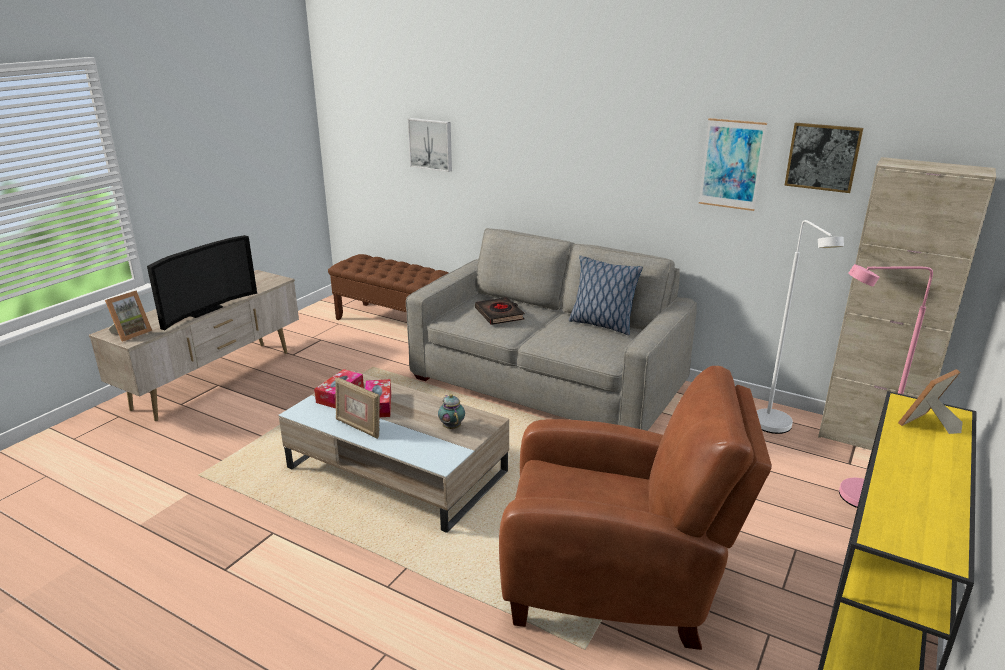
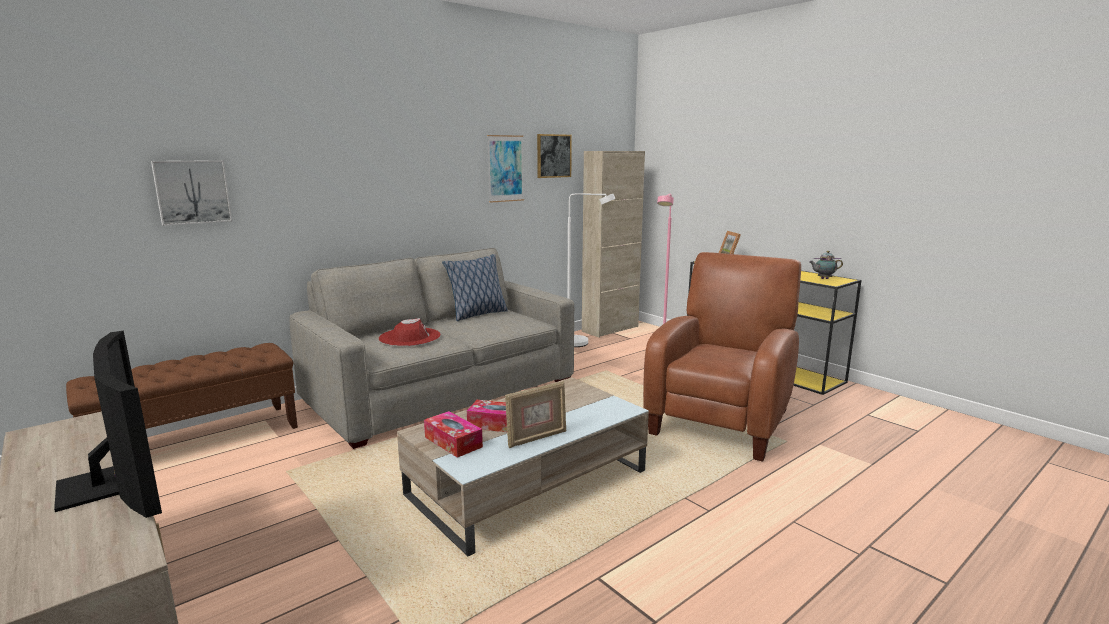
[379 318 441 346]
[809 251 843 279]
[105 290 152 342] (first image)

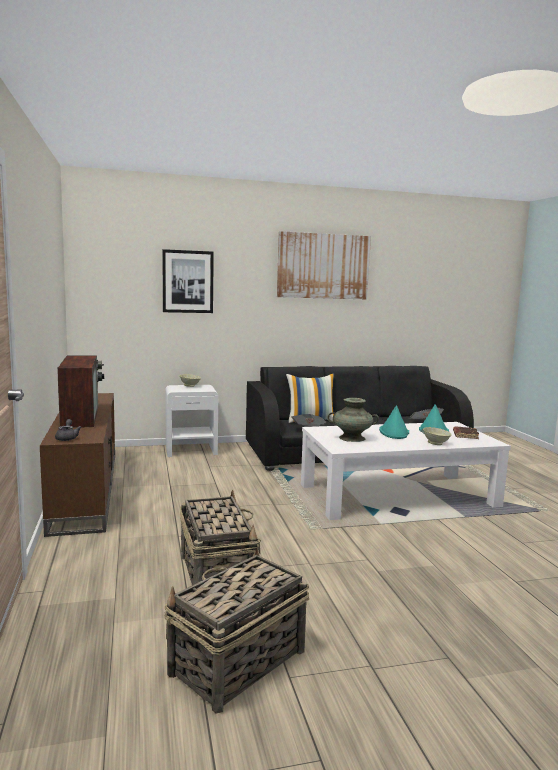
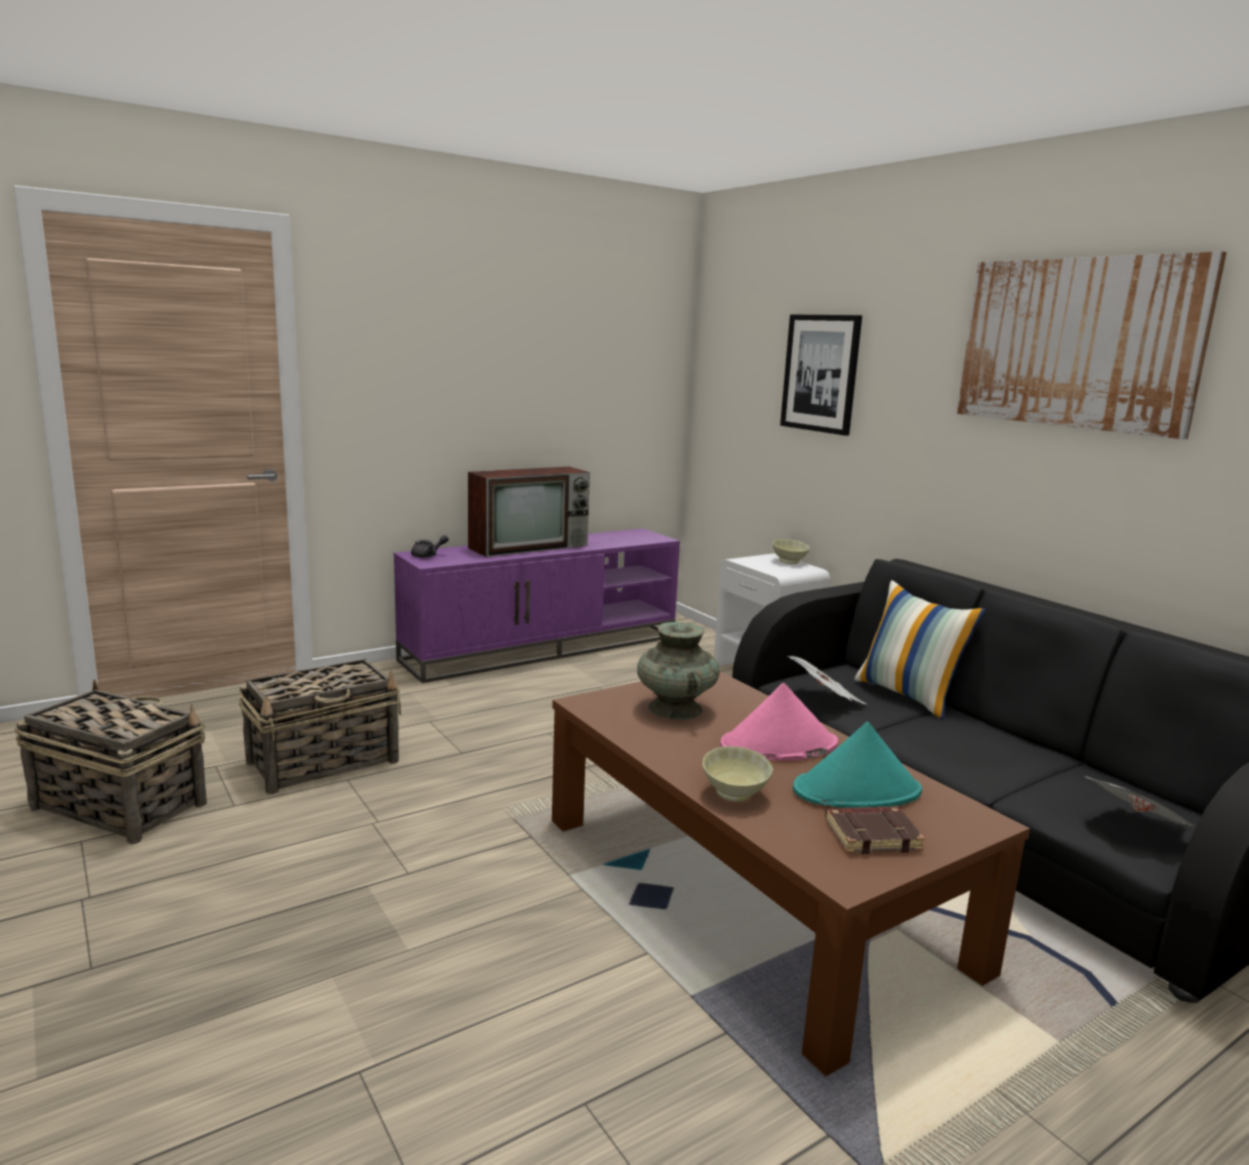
[394 528 680 683]
[552 671 1030 1076]
[720 683 838 761]

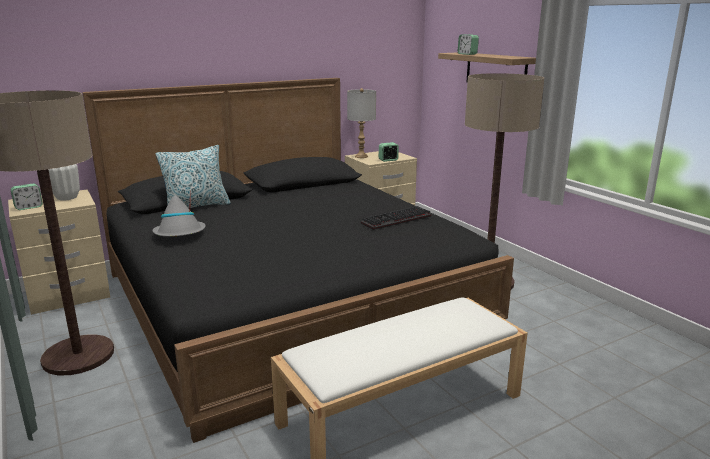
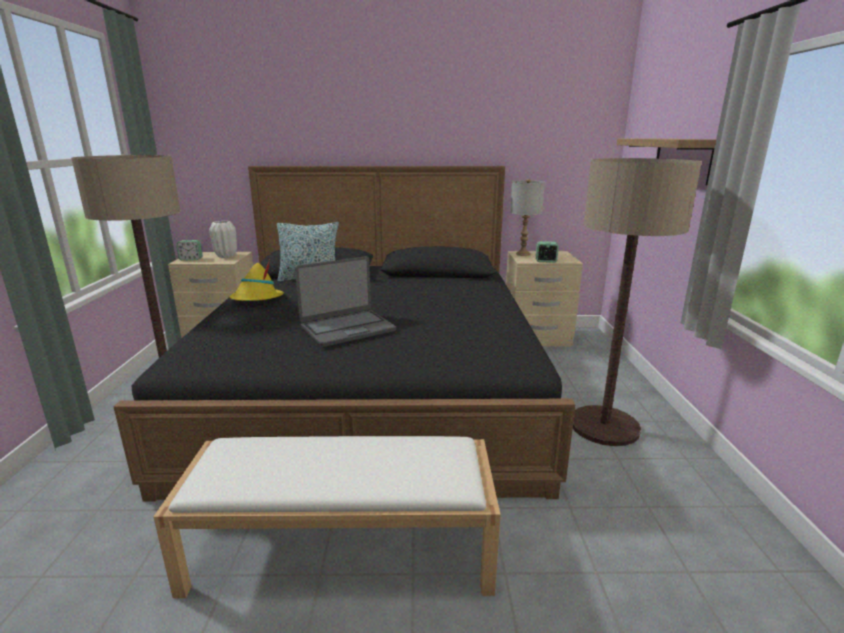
[230 260 284 301]
[295 256 396 347]
[361 206 431 230] (first image)
[458 34 479 55] (first image)

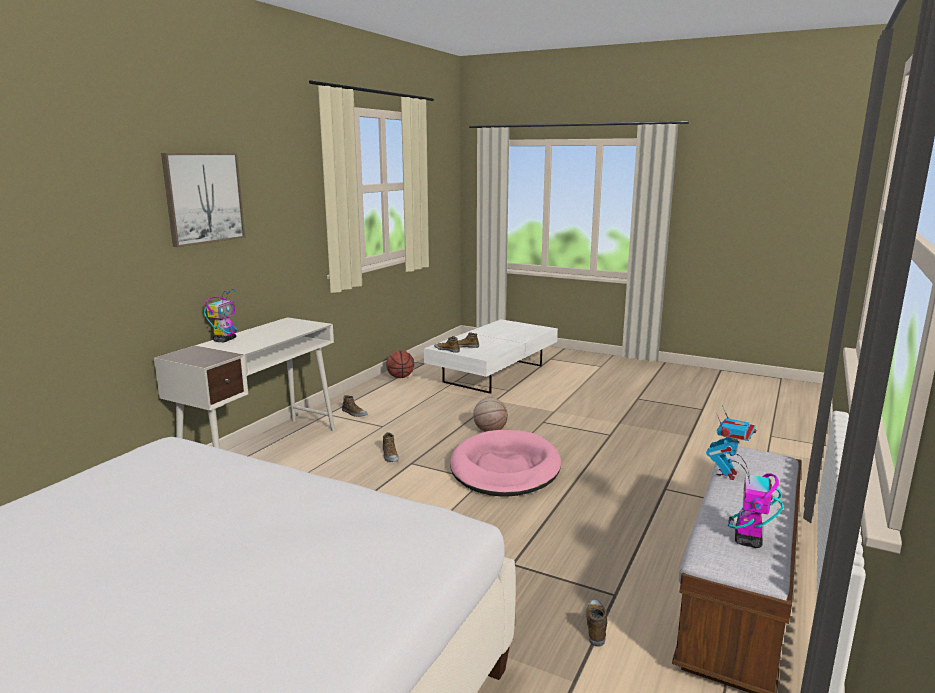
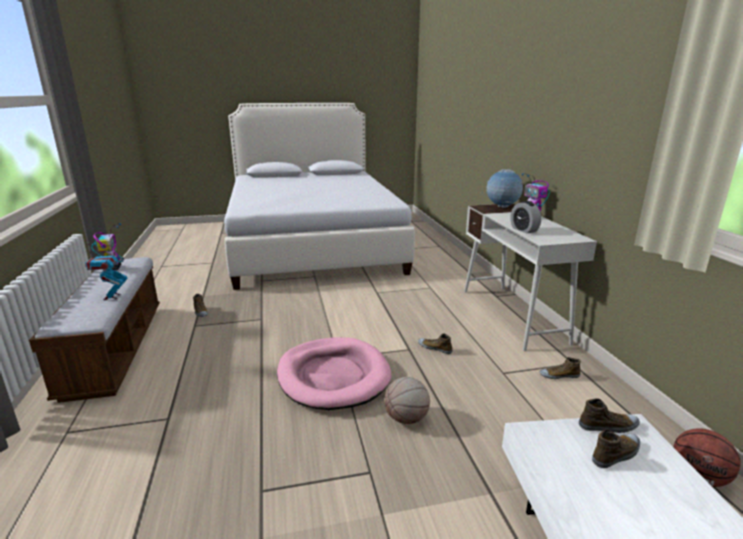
[486 169 523 208]
[510 201 541 233]
[161 153 245 247] (first image)

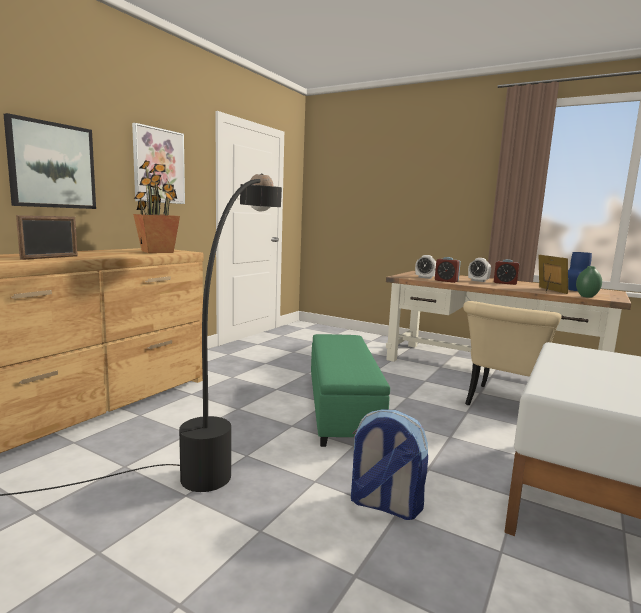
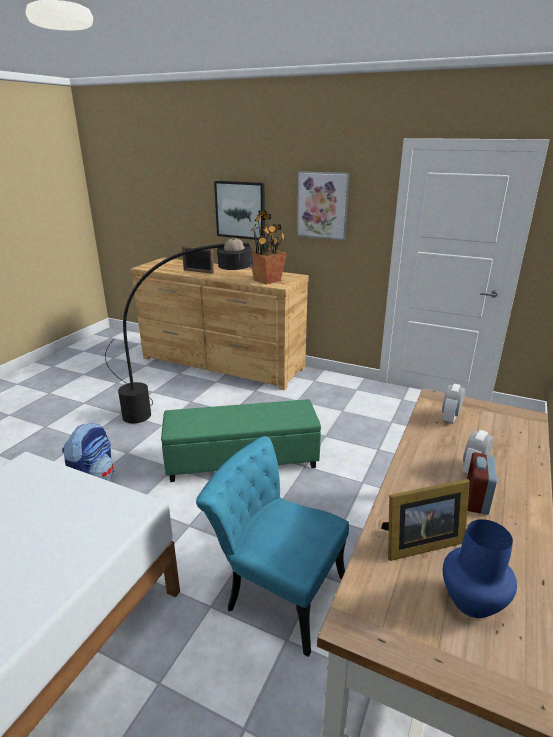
[196 436 349 657]
[435 257 461 283] (first image)
[576 266 602 298] (first image)

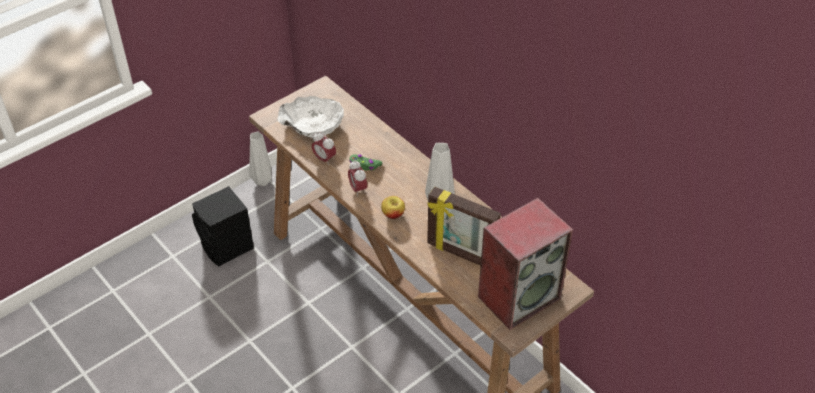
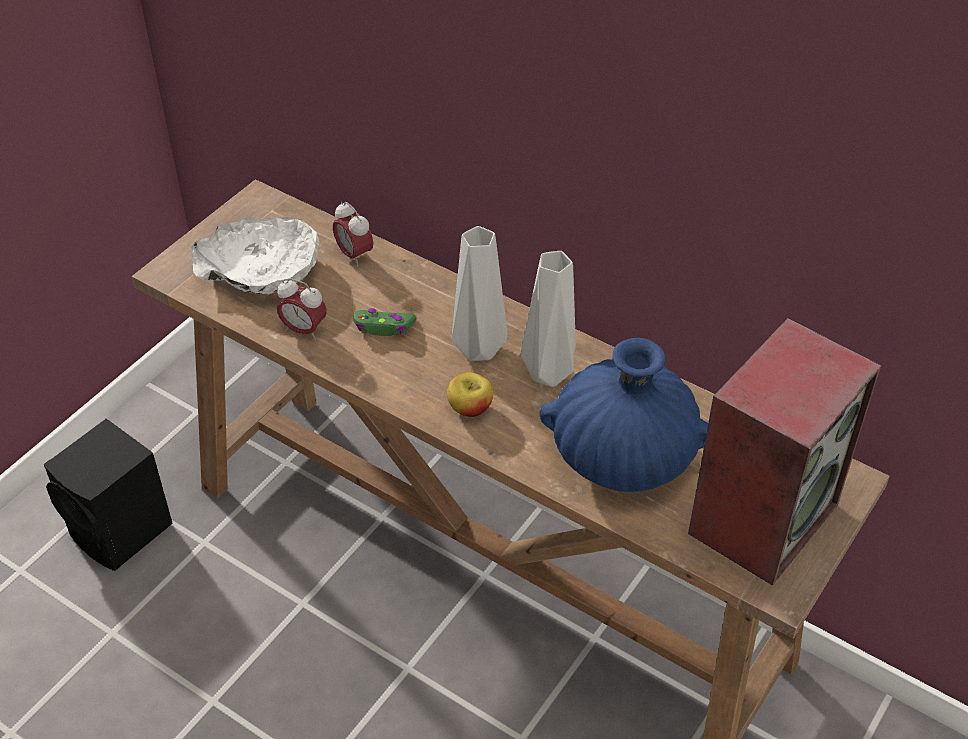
[333 202 373 266]
[452 226 508 361]
[539 338 708 492]

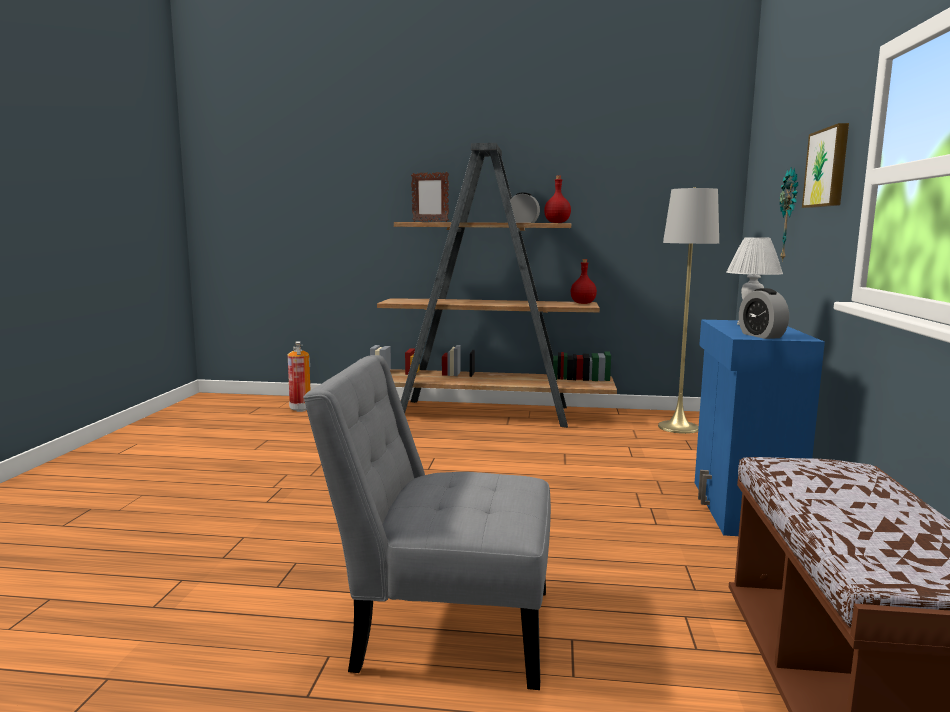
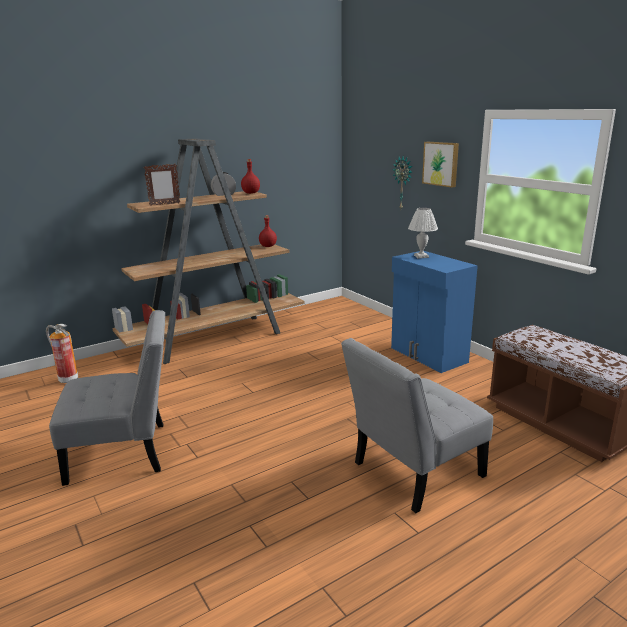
[49 310 165 486]
[658 187 719 434] (first image)
[739 288 789 339] (first image)

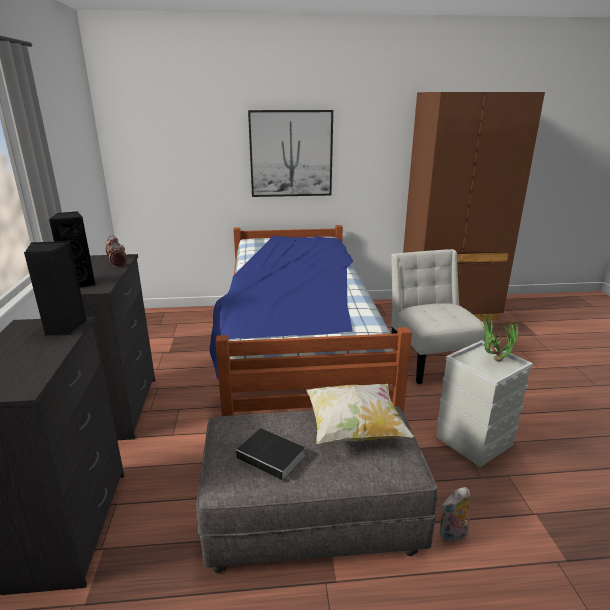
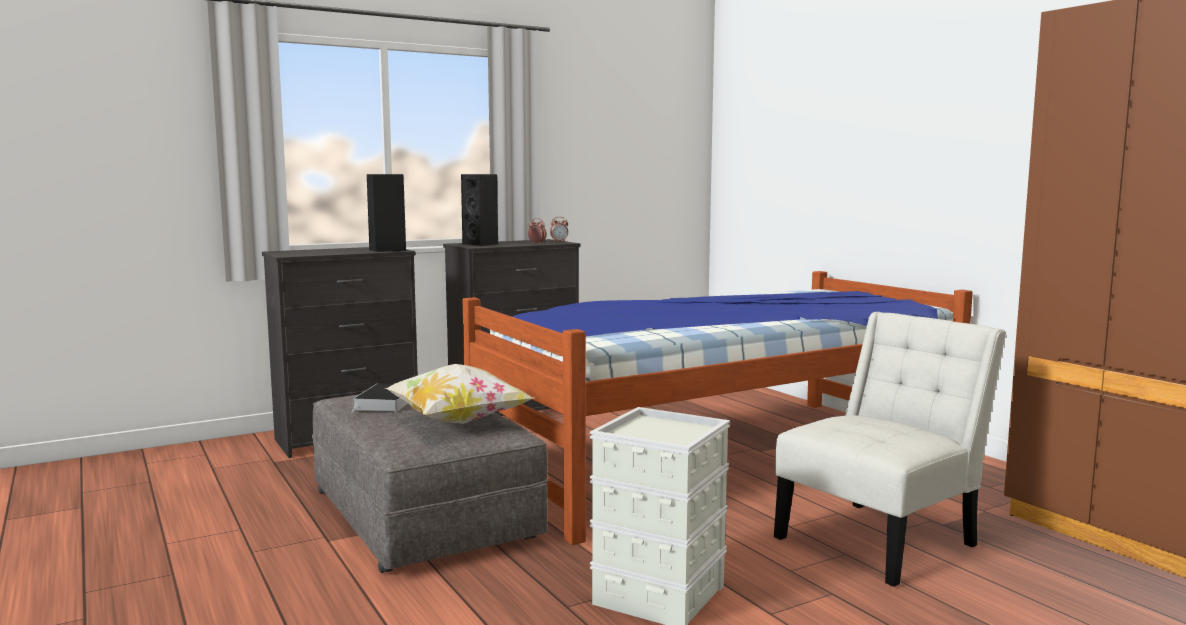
[248 110 333 197] (first image)
[439 487 471 542] (first image)
[480 314 520 362] (first image)

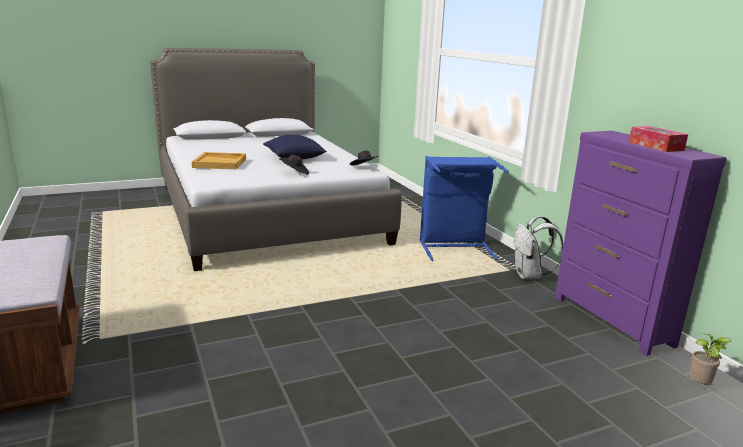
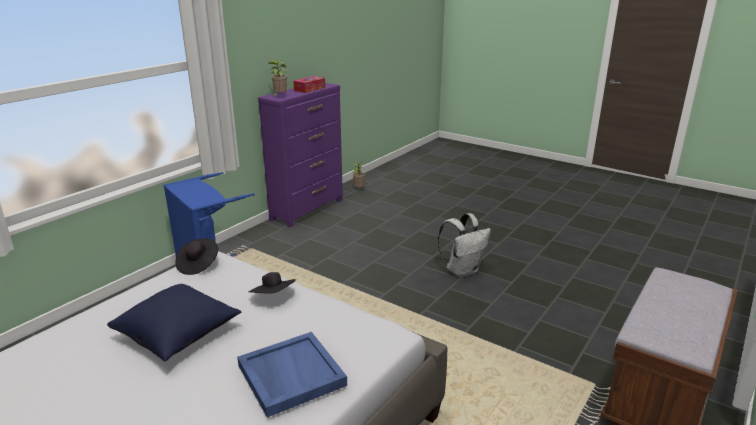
[237 332 347 418]
[268 60 287 97]
[437 213 491 278]

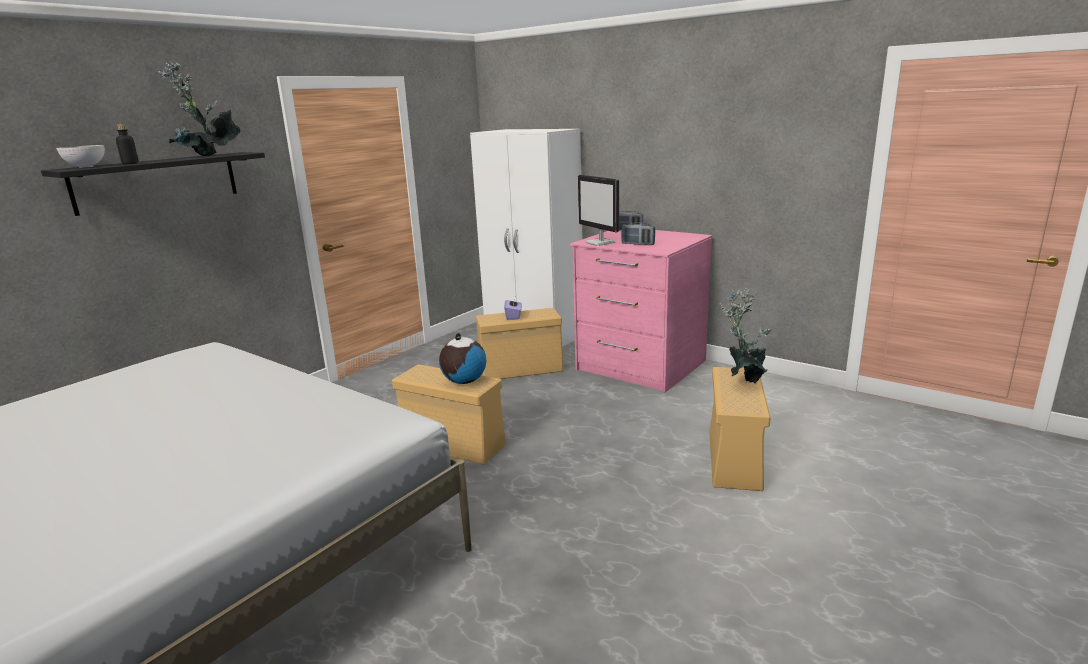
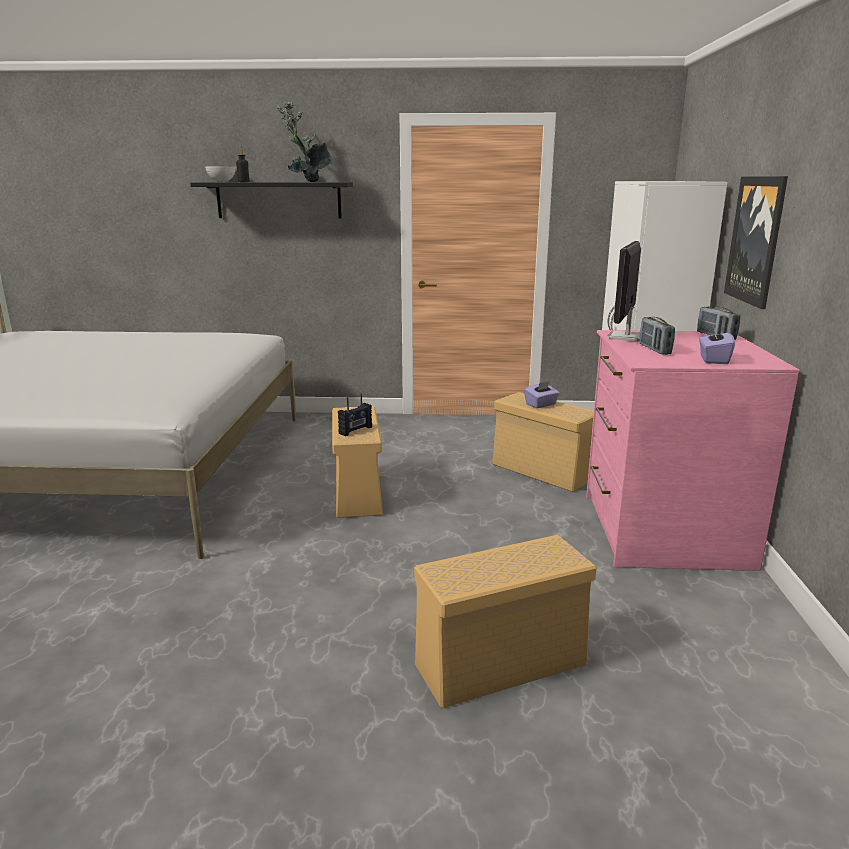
[338 393 372 436]
[699 326 735 364]
[724 176 788 309]
[720 288 771 383] (first image)

